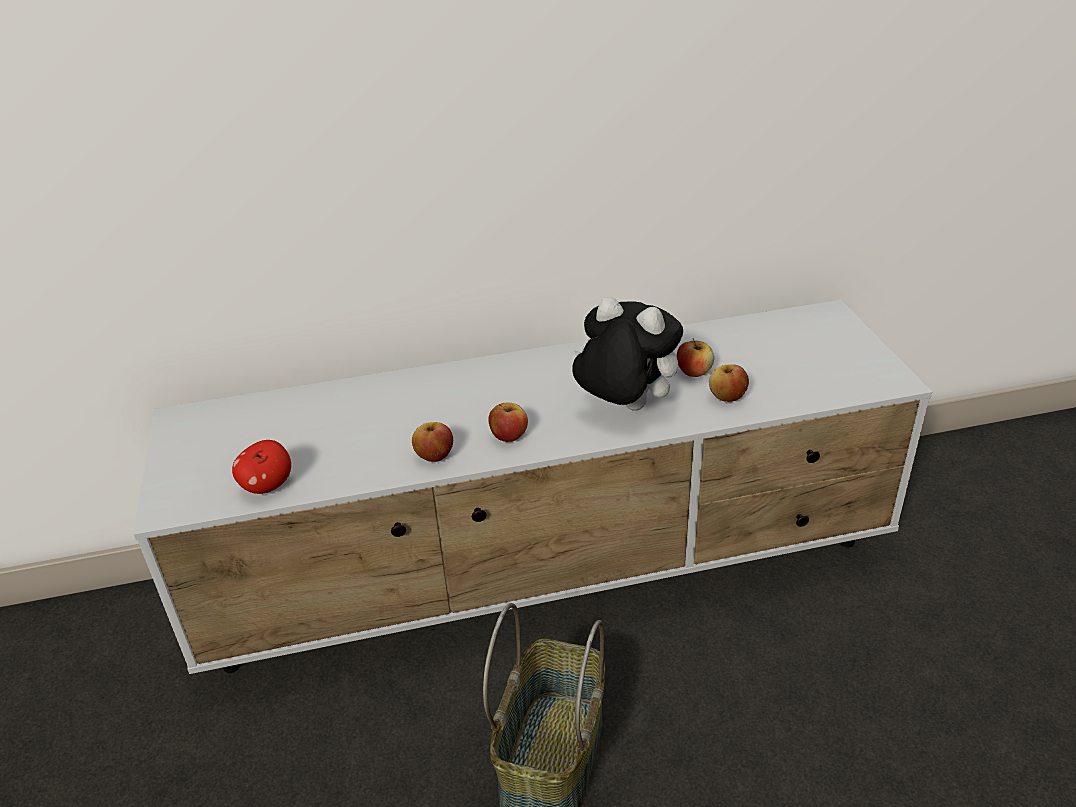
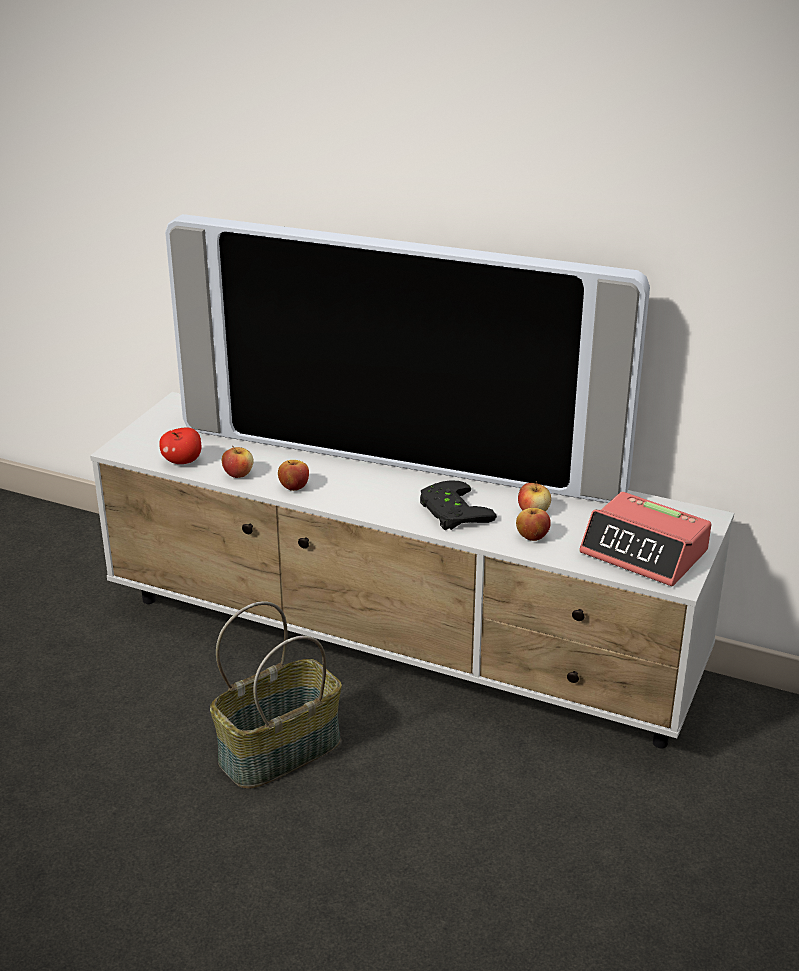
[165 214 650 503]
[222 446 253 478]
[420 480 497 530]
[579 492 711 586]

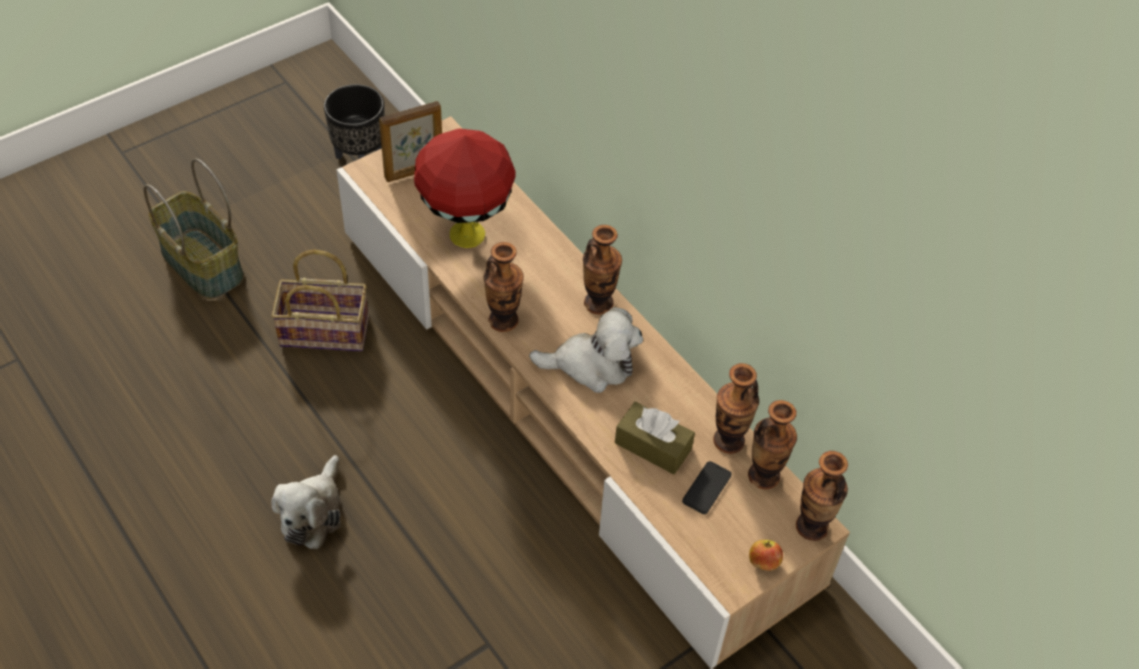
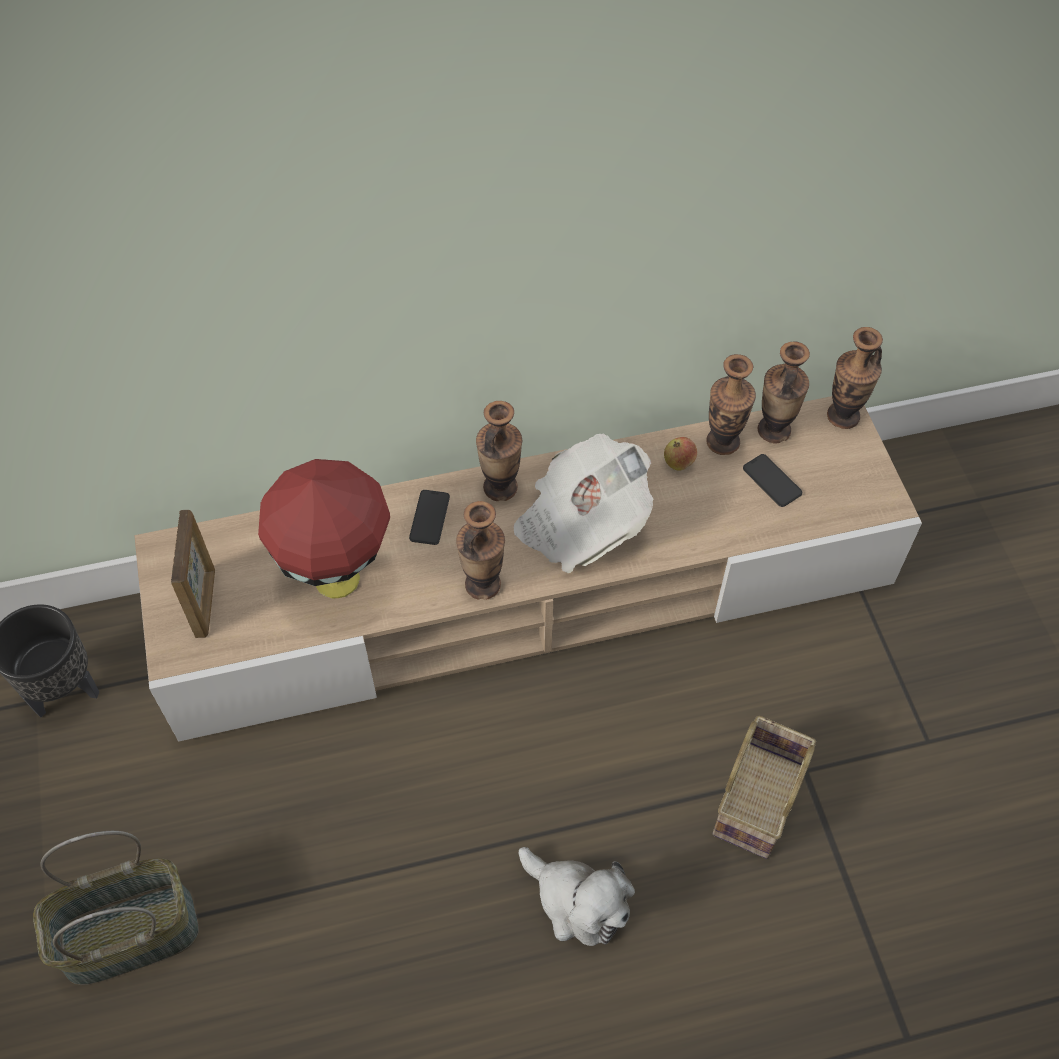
[409 490 450 545]
[513 433 653 574]
[664 437 697 470]
[712 716 816 859]
[615 402 695 474] (first image)

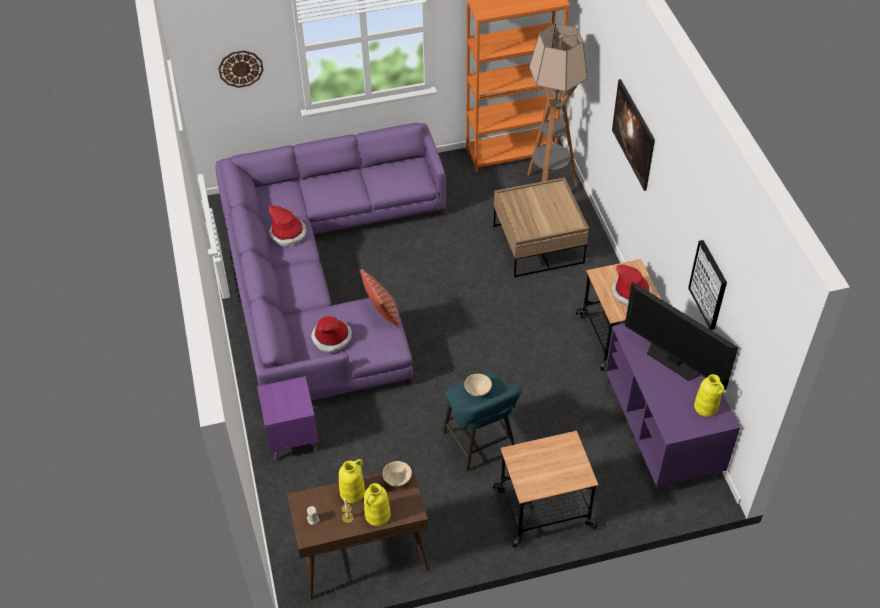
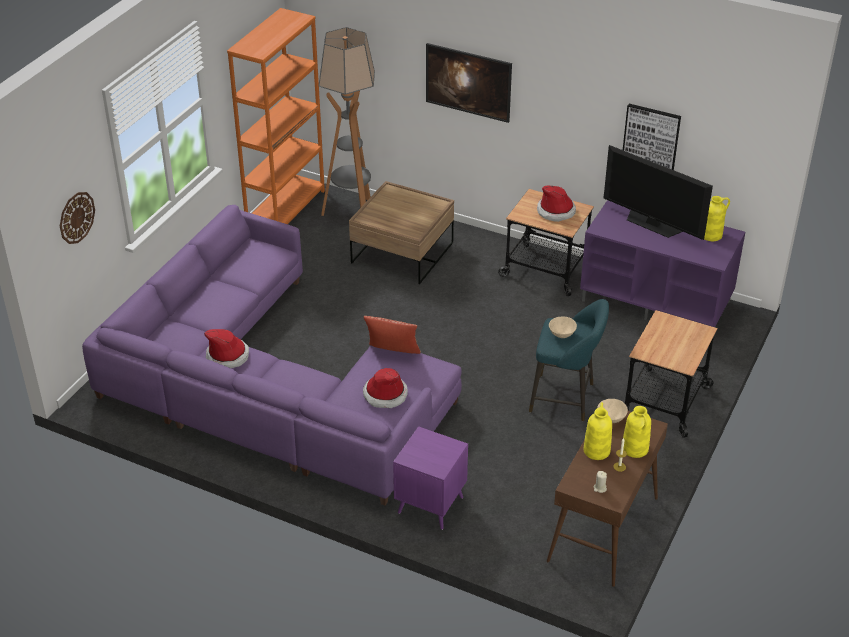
[604 145 713 240]

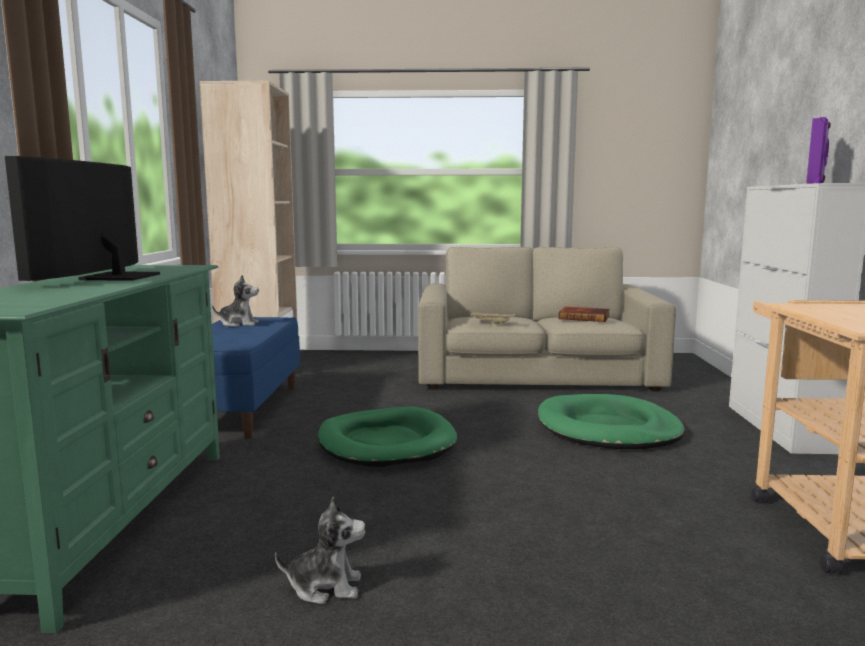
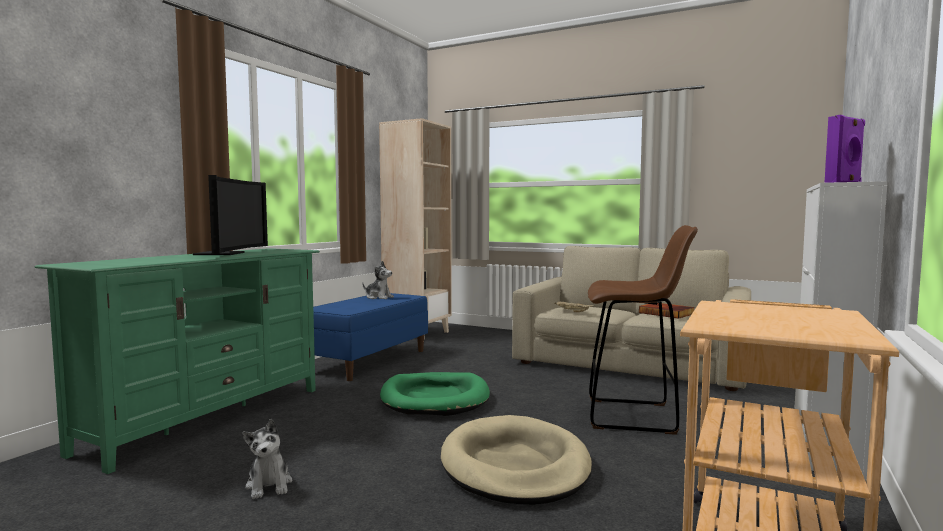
[193 175 268 255]
[242 419 292 499]
[441 415 592 505]
[588 225 698 435]

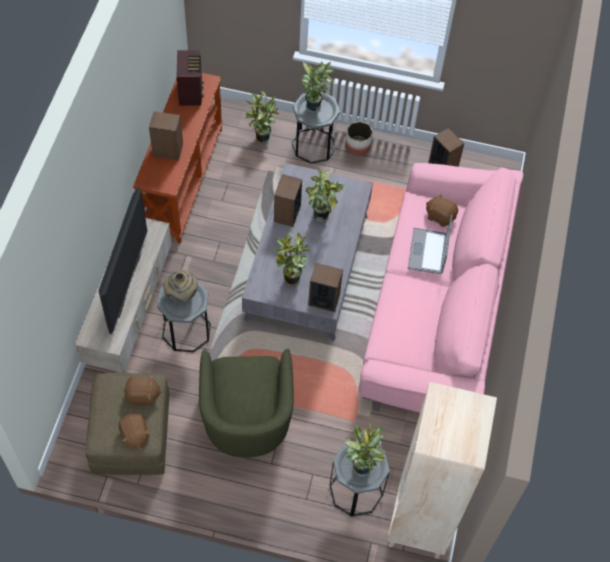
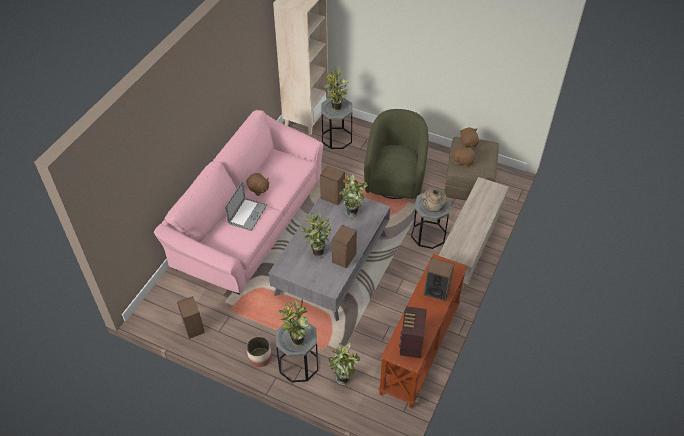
[246 173 269 196]
[99 186 147 335] (first image)

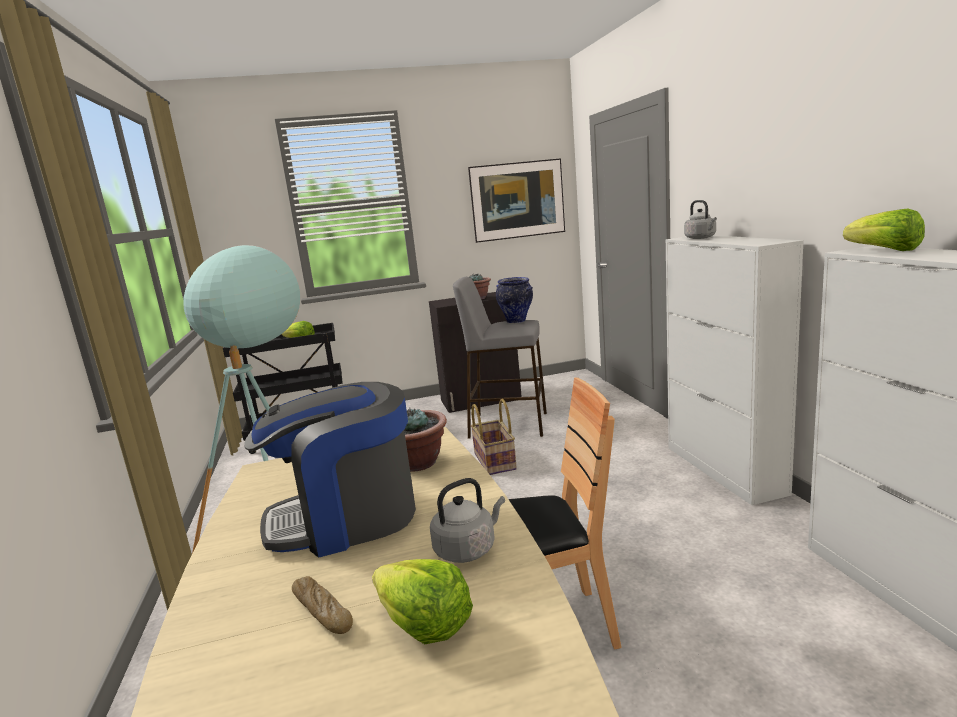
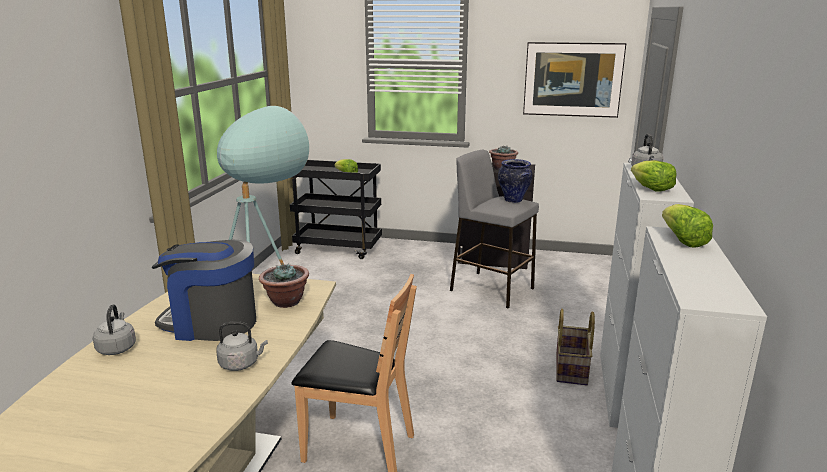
[93 304 136 355]
[556 309 595 385]
[631 160 677 191]
[292 576 353 634] (first image)

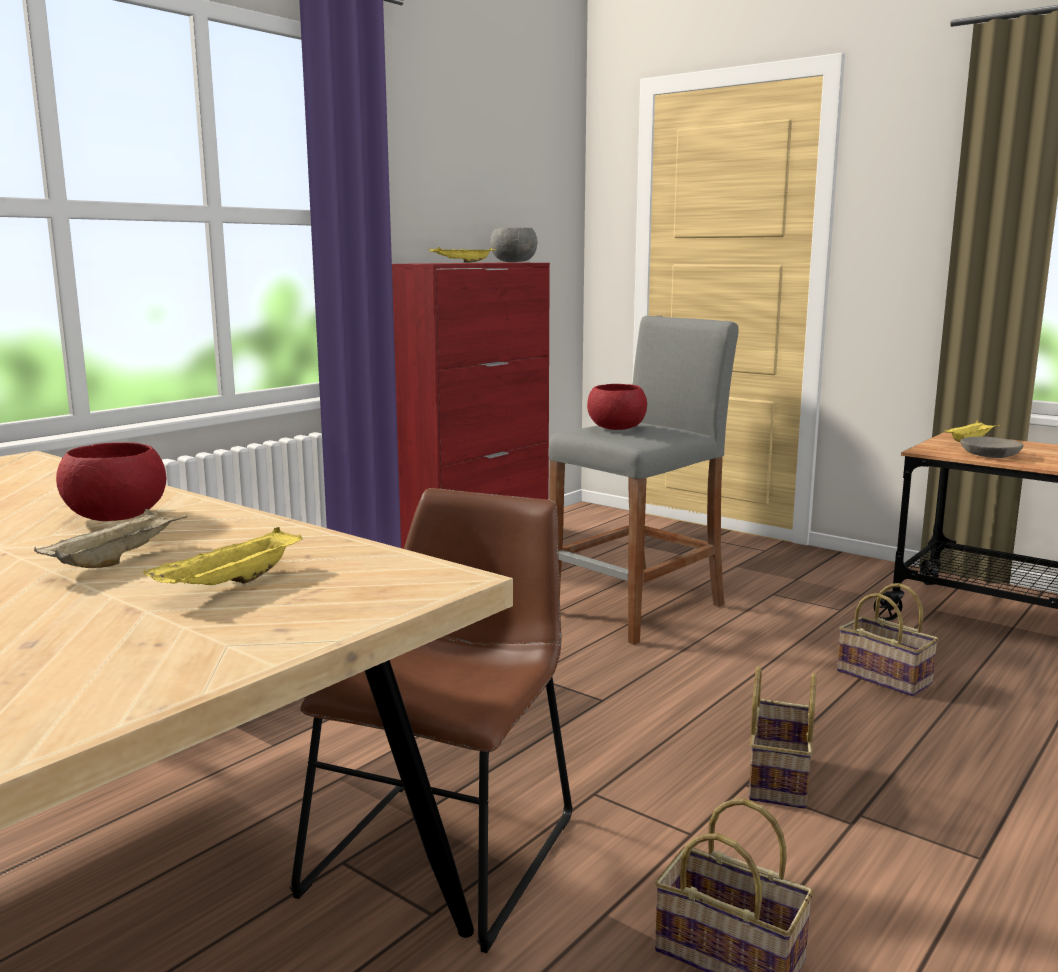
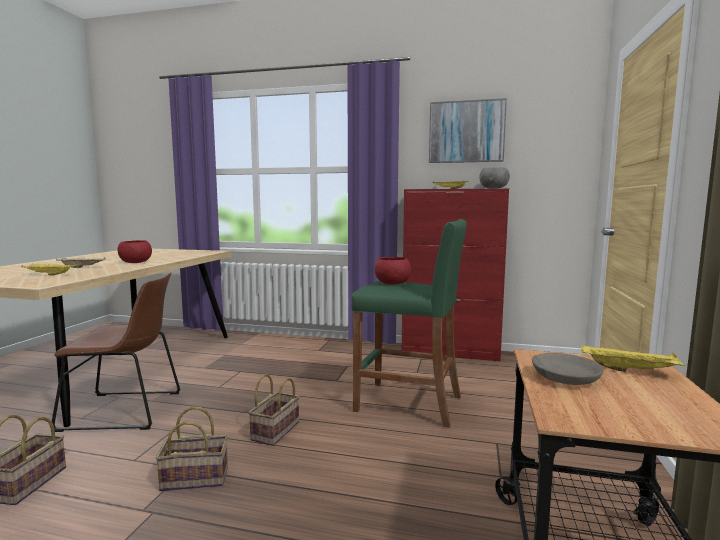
[248 374 300 446]
[351 219 467 428]
[429 98 507 163]

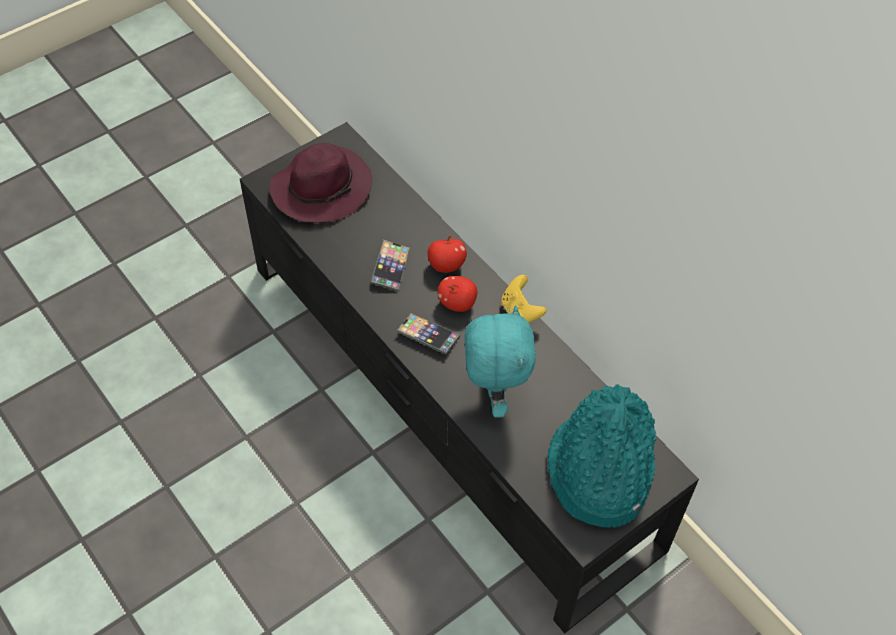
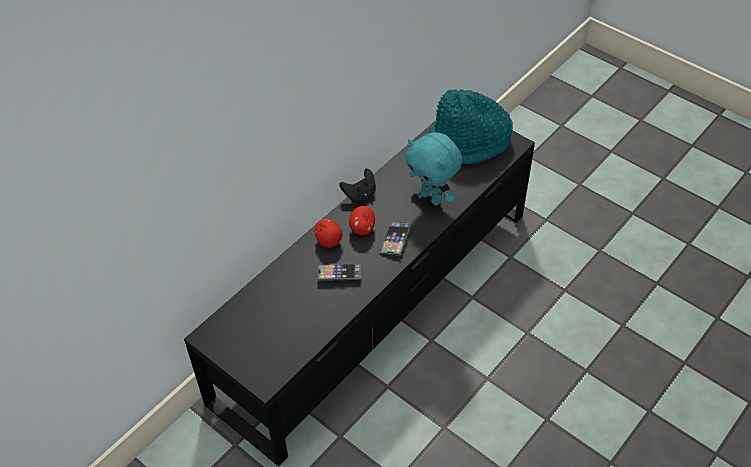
[339 169 376 202]
[405 132 462 206]
[270 143 372 223] (first image)

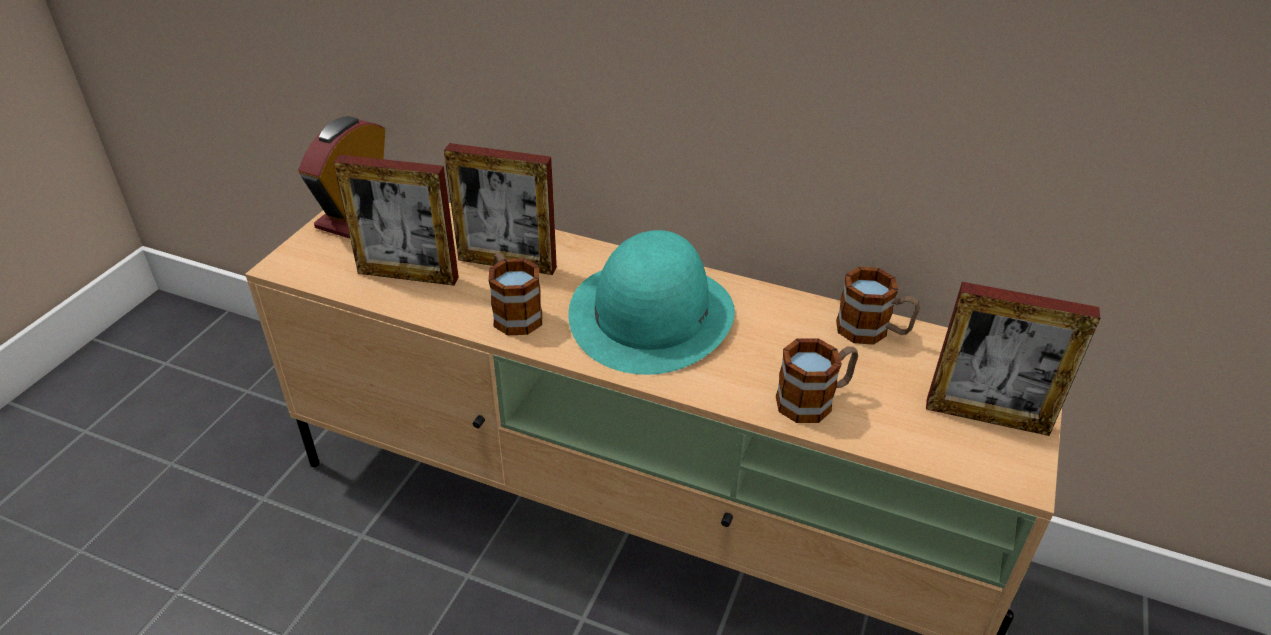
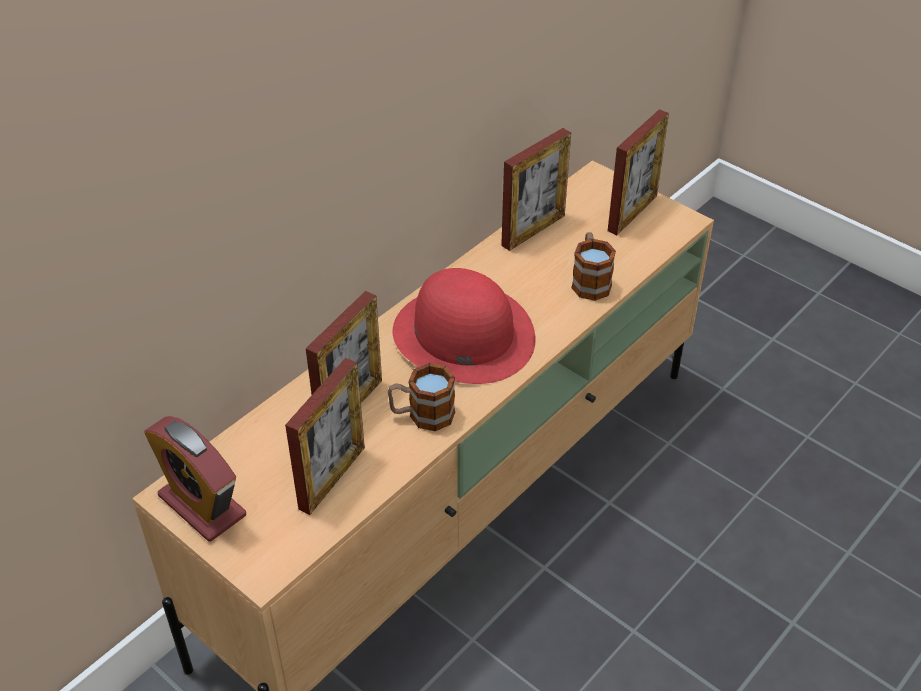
[392 268 536 384]
[501 128 571 251]

